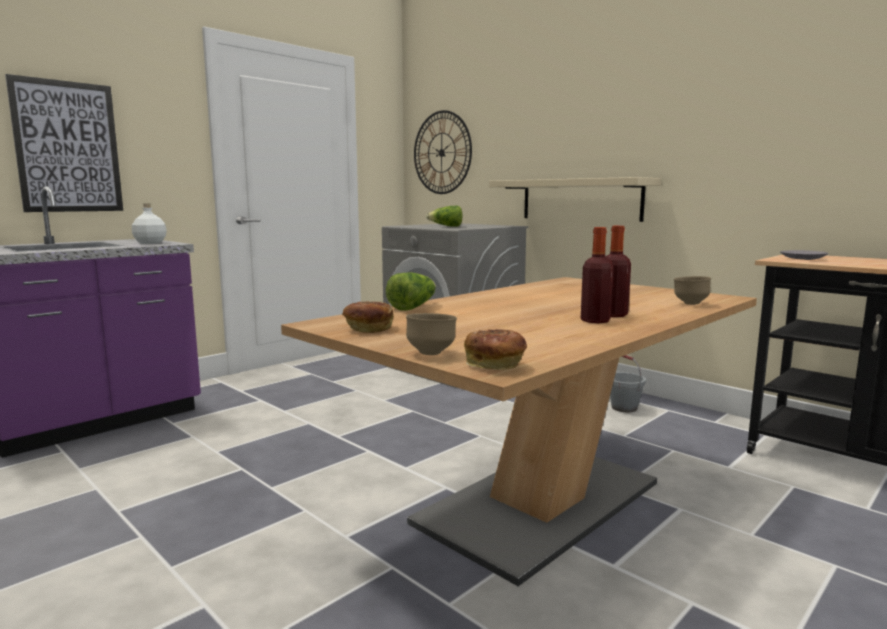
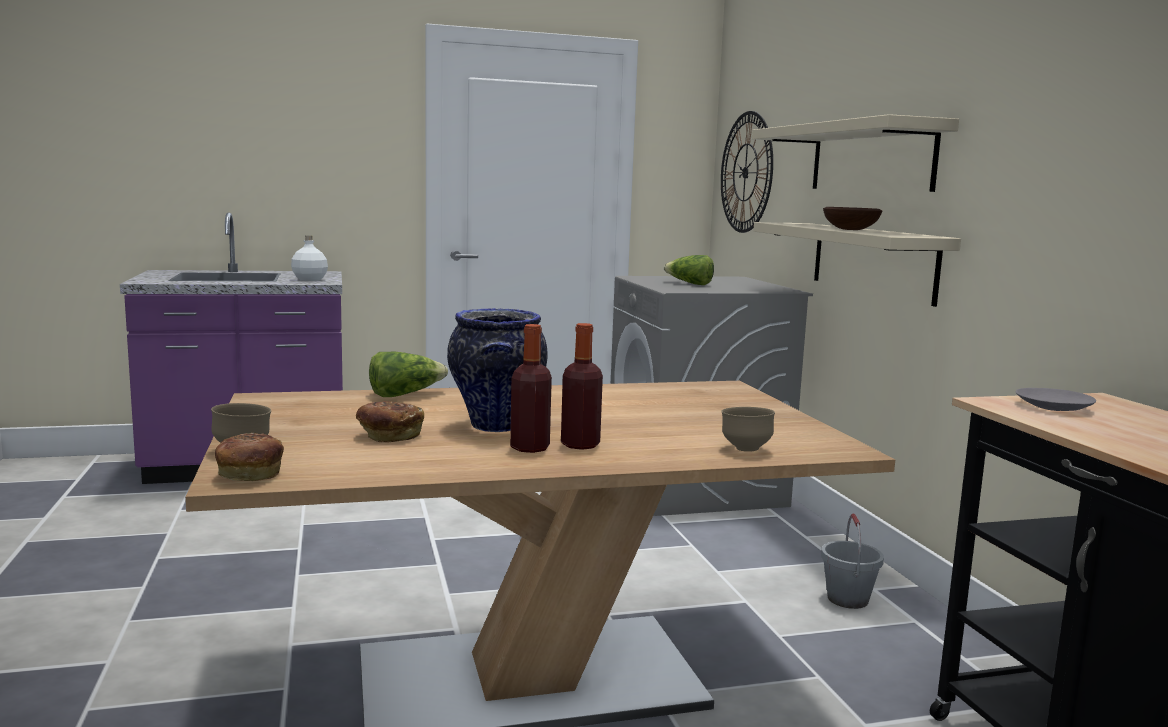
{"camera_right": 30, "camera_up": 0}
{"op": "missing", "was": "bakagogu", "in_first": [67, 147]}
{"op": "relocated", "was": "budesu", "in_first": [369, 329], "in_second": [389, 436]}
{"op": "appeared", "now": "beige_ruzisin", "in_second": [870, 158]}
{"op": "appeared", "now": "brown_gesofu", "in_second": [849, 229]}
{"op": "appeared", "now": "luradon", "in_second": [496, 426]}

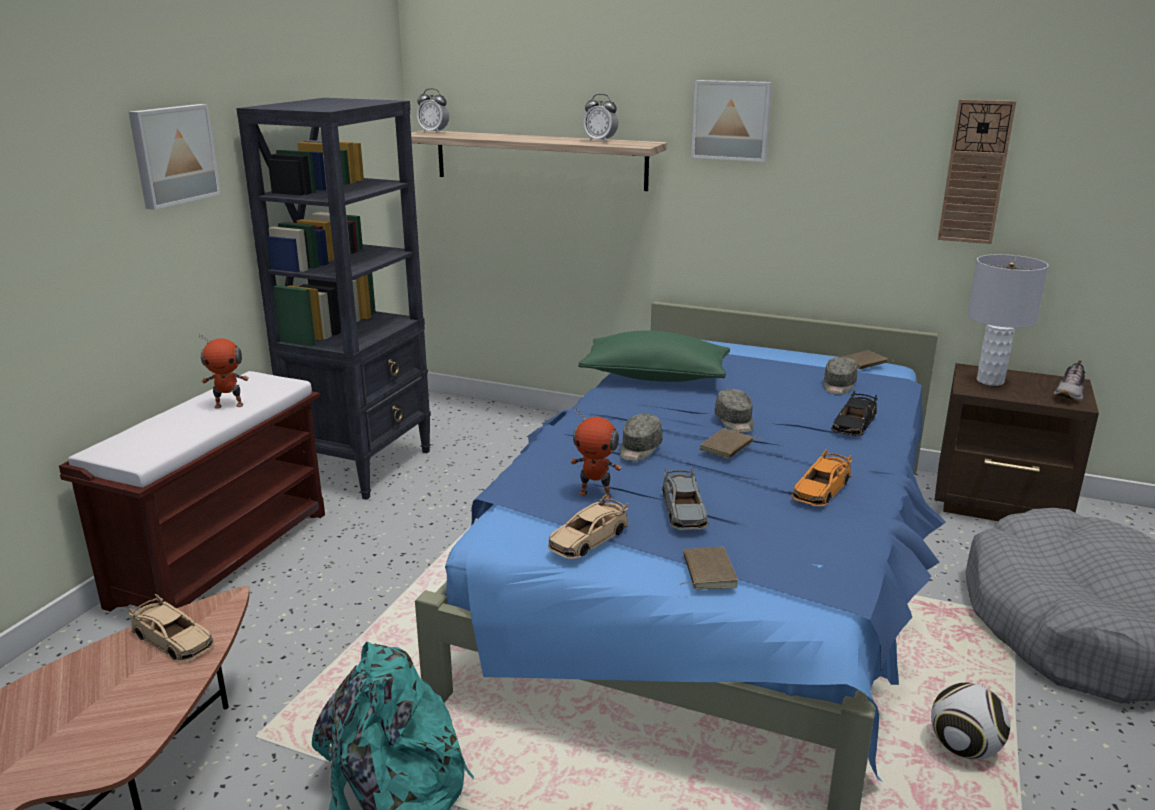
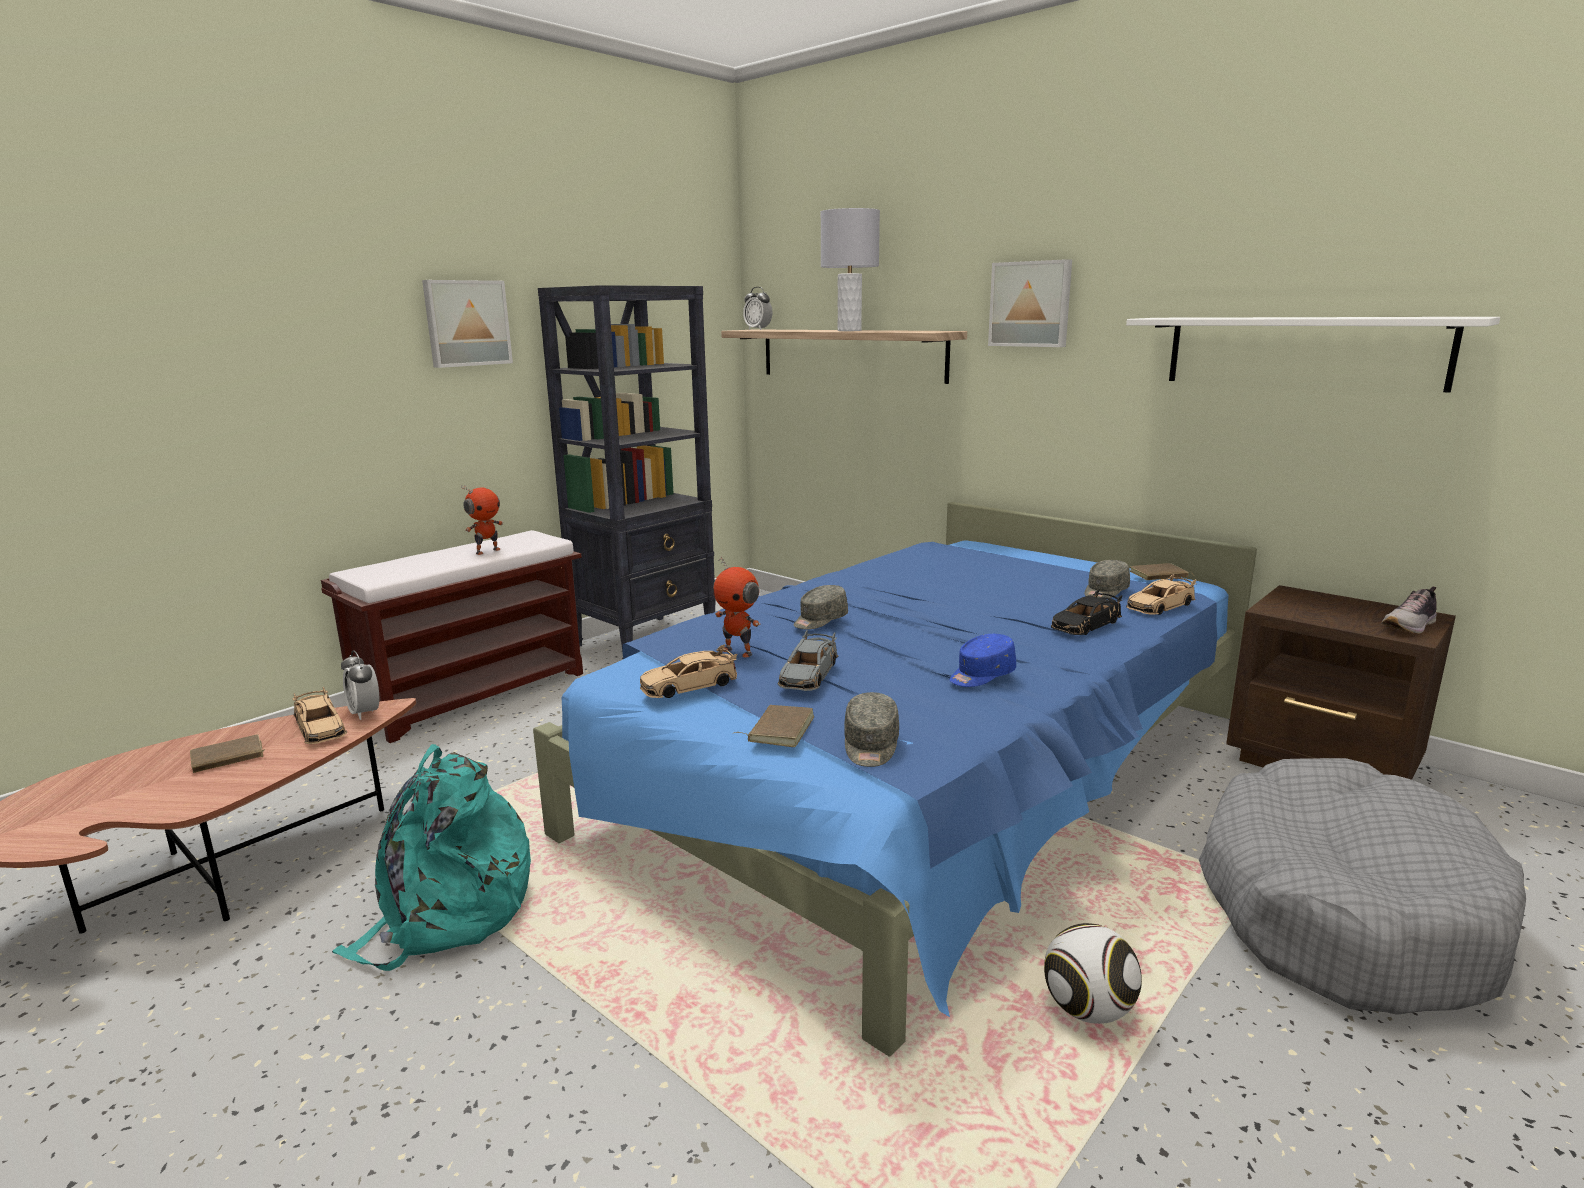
{"camera_right": 20, "camera_up": -5}
{"op": "relocated", "was": "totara", "in_first": [600, 141], "in_second": [365, 713]}
{"op": "exchanged", "was": "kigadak", "now": "white_ruzisin", "in_first": [975, 172], "in_second": [1302, 352]}
{"op": "relocated", "was": "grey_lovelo", "in_first": [990, 381], "in_second": [849, 330]}
{"op": "missing", "was": "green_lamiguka", "in_first": [655, 377]}
{"op": "spun", "was": "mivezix", "in_first": [229, 405], "in_second": [487, 551], "clockwise": -60}
{"op": "relocated", "was": "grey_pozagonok", "in_first": [735, 421], "in_second": [870, 746]}
{"op": "relocated", "was": "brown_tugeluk", "in_first": [727, 447], "in_second": [228, 758]}
{"op": "exchanged", "was": "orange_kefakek", "now": "blue_pozagonok", "in_first": [821, 489], "in_second": [981, 675]}
{"op": "appeared", "now": "beige_kefakek", "in_second": [1160, 606]}

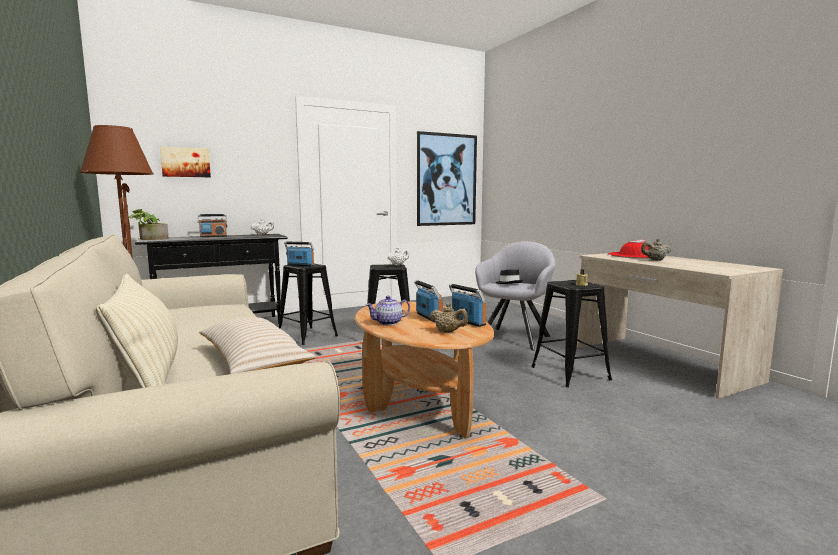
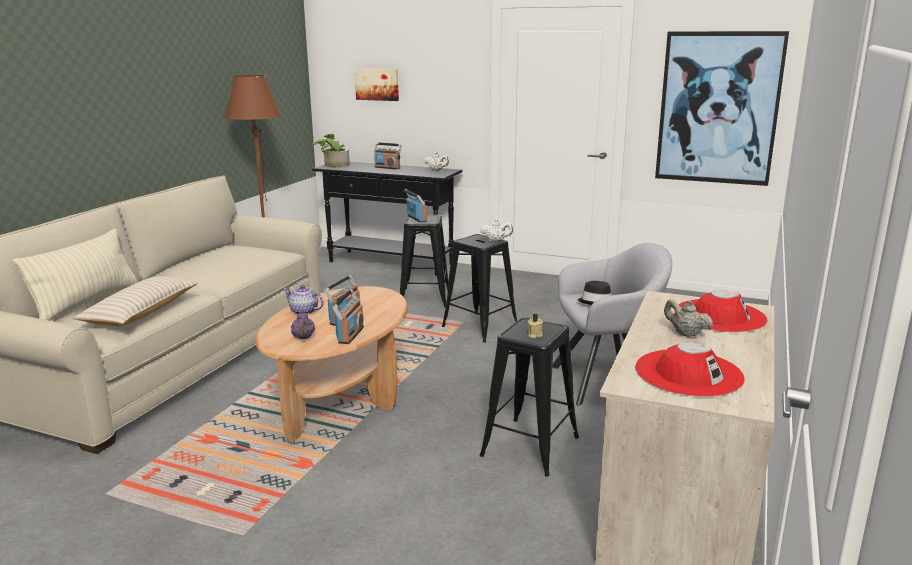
{"camera_right": 50, "camera_up": 10}
{"op": "colour", "was": "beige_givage", "now": "purple_givage", "in_first": [448, 332], "in_second": [303, 338]}
{"op": "appeared", "now": "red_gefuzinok", "in_second": [688, 373]}

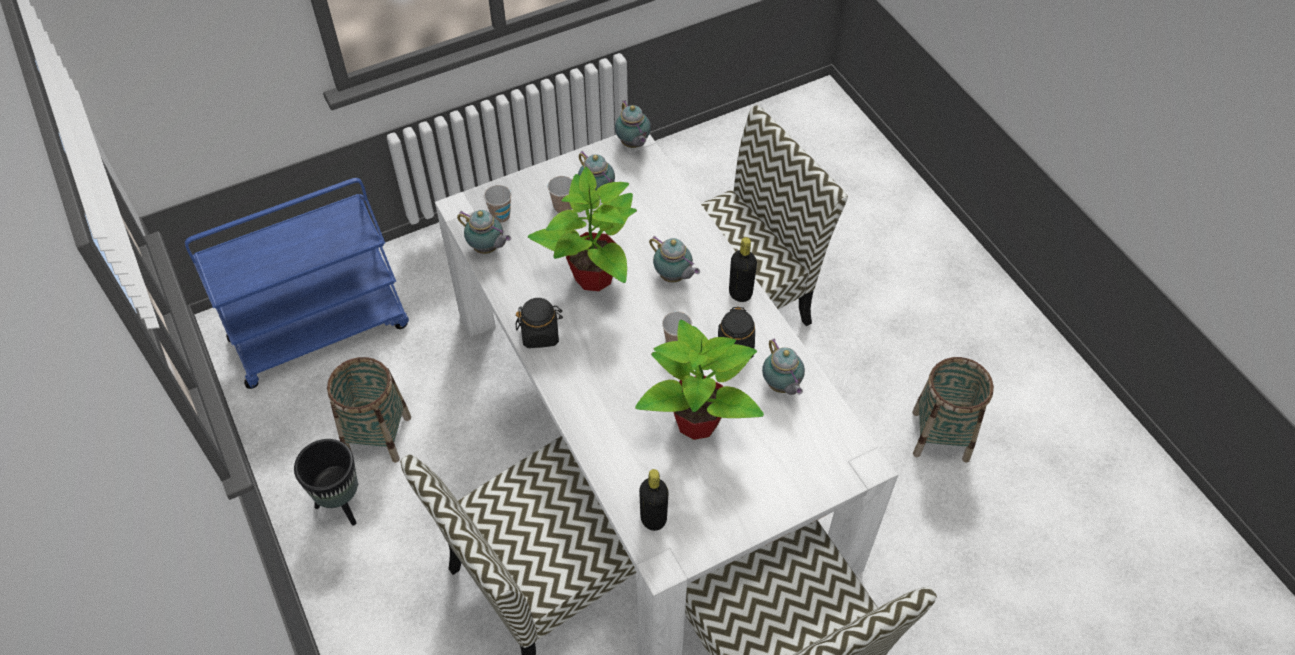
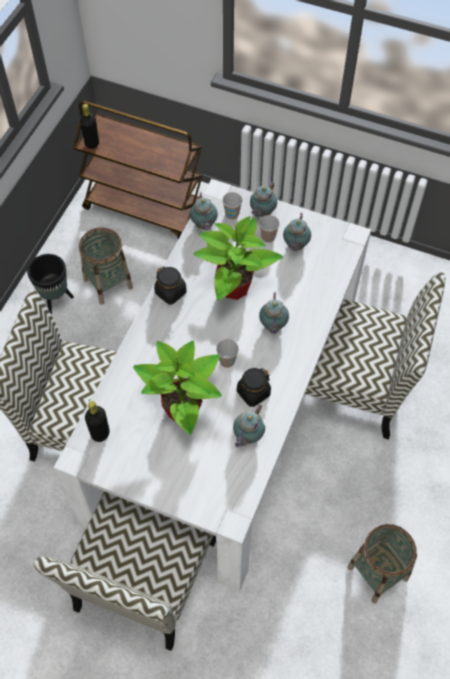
{"camera_right": 50, "camera_up": 5}
{"op": "relocated", "was": "givage", "in_first": [633, 144], "in_second": [261, 213]}
{"op": "colour", "was": "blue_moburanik", "now": "brown_moburanik", "in_first": [321, 331], "in_second": [145, 208]}
{"op": "relocated", "was": "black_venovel", "in_first": [740, 293], "in_second": [92, 143]}

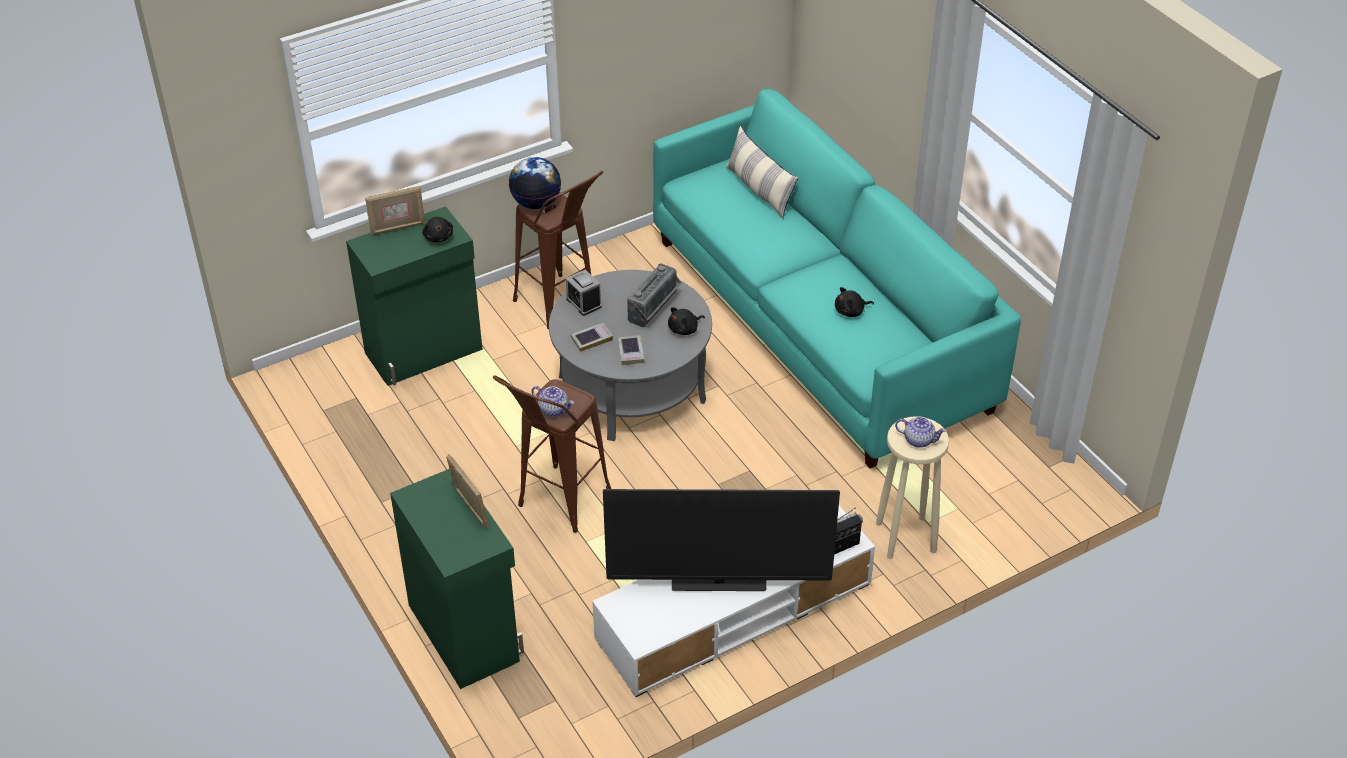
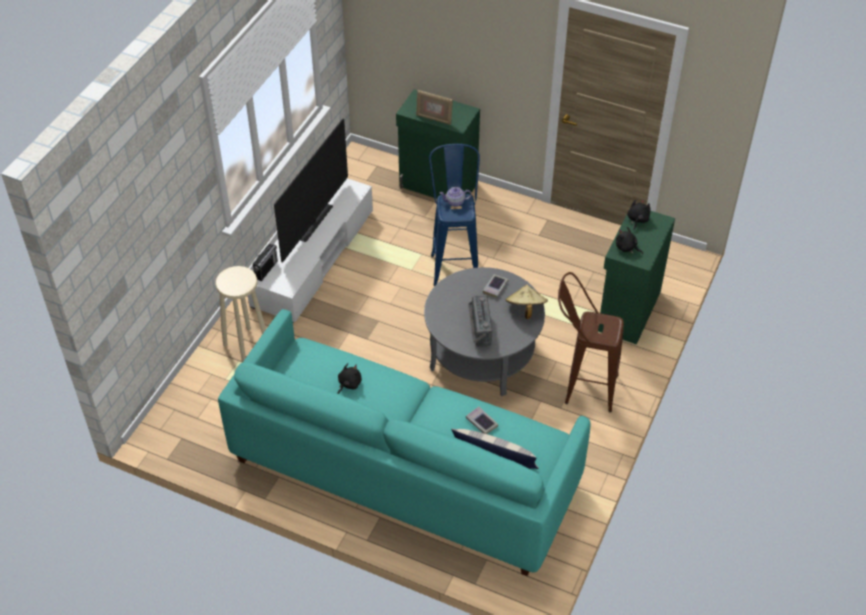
{"camera_right": 145, "camera_up": 5}
{"op": "missing", "was": "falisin", "in_first": [536, 203]}
{"op": "missing", "was": "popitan", "in_first": [397, 228]}
{"op": "exchanged", "was": "totara", "now": "beige_gefuzinok", "in_first": [583, 303], "in_second": [525, 309]}
{"op": "relocated", "was": "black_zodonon", "in_first": [685, 329], "in_second": [637, 219]}
{"op": "relocated", "was": "tugeluk", "in_first": [631, 352], "in_second": [481, 422]}
{"op": "colour", "was": "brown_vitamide", "now": "blue_vitamide", "in_first": [557, 508], "in_second": [454, 262]}
{"op": "missing", "was": "givage", "in_first": [919, 440]}
{"op": "spun", "was": "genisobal", "in_first": [718, 584], "in_second": [314, 222], "clockwise": 150}

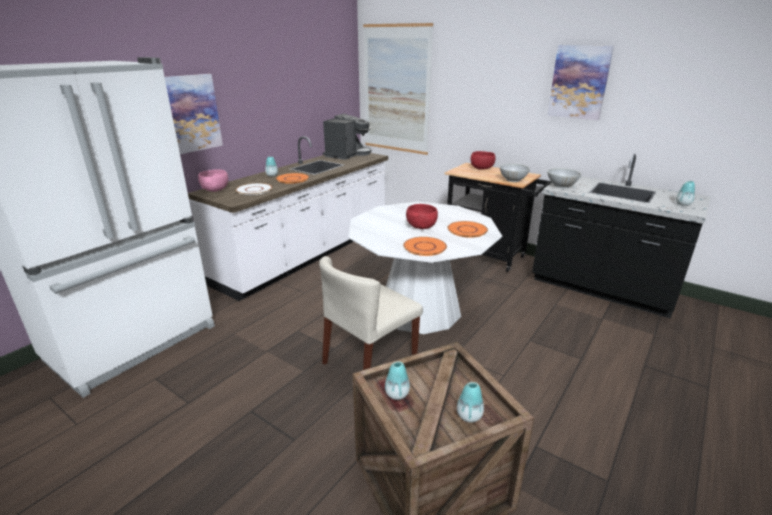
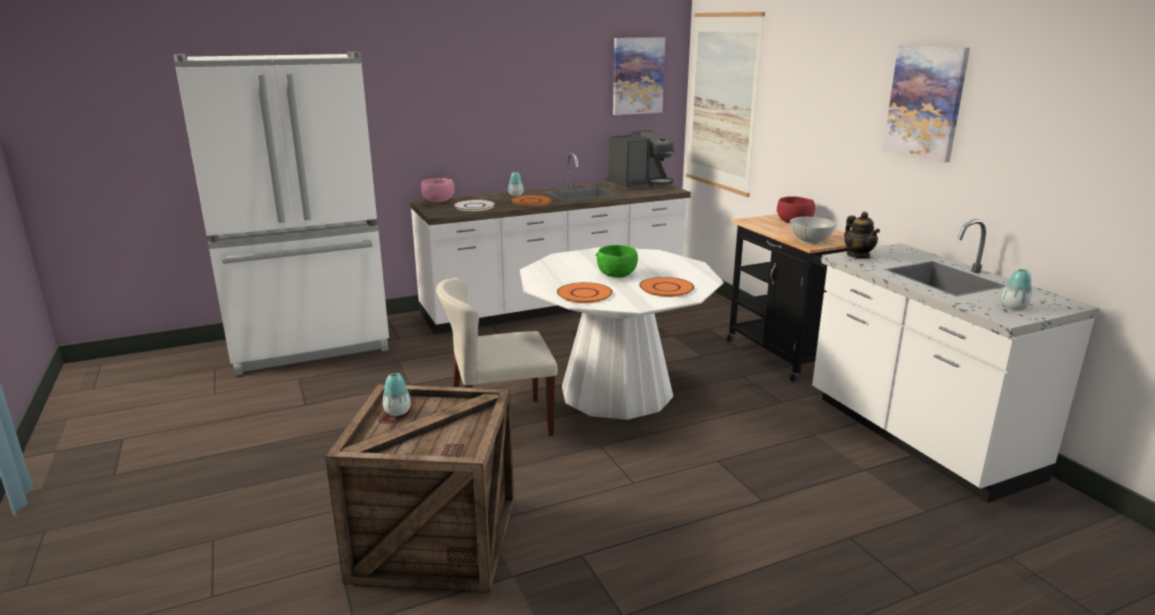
{"camera_right": 30, "camera_up": -5}
{"op": "relocated", "was": "bakagogu", "in_first": [191, 113], "in_second": [637, 76]}
{"op": "colour", "was": "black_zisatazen", "now": "white_zisatazen", "in_first": [601, 290], "in_second": [916, 438]}
{"op": "exchanged", "was": "white_gesofu", "now": "givage", "in_first": [561, 186], "in_second": [858, 256]}
{"op": "colour", "was": "red_gesofu", "now": "green_gesofu", "in_first": [421, 226], "in_second": [616, 274]}
{"op": "missing", "was": "luradon", "in_first": [469, 416]}

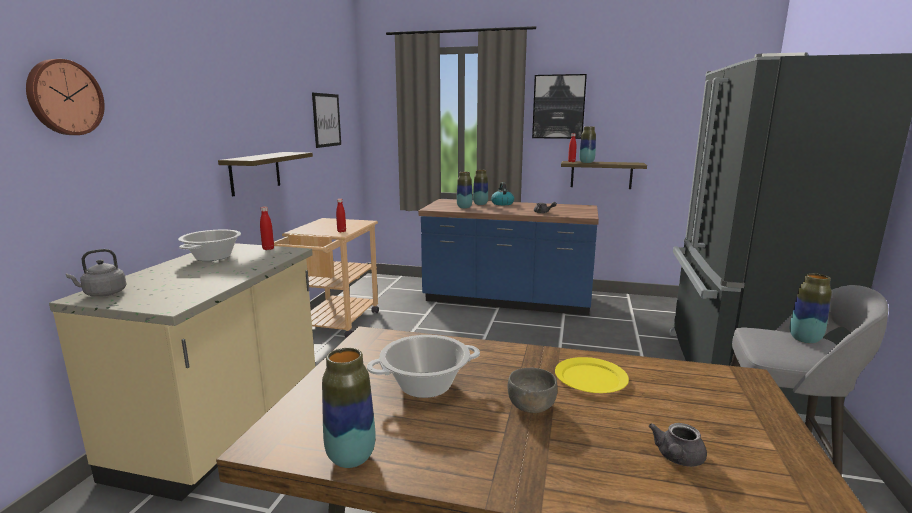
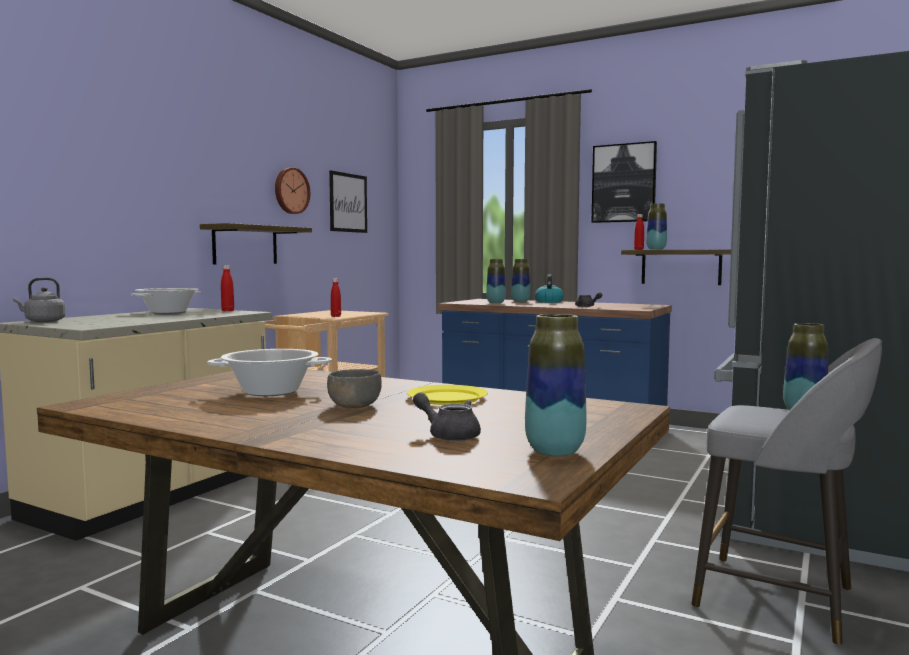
{"camera_right": 15, "camera_up": -10}
{"op": "relocated", "was": "kigadak", "in_first": [64, 97], "in_second": [290, 191]}
{"op": "relocated", "was": "luradon", "in_first": [351, 458], "in_second": [555, 452]}
{"op": "spun", "was": "grey_givage", "in_first": [677, 458], "in_second": [449, 435], "clockwise": 75}

